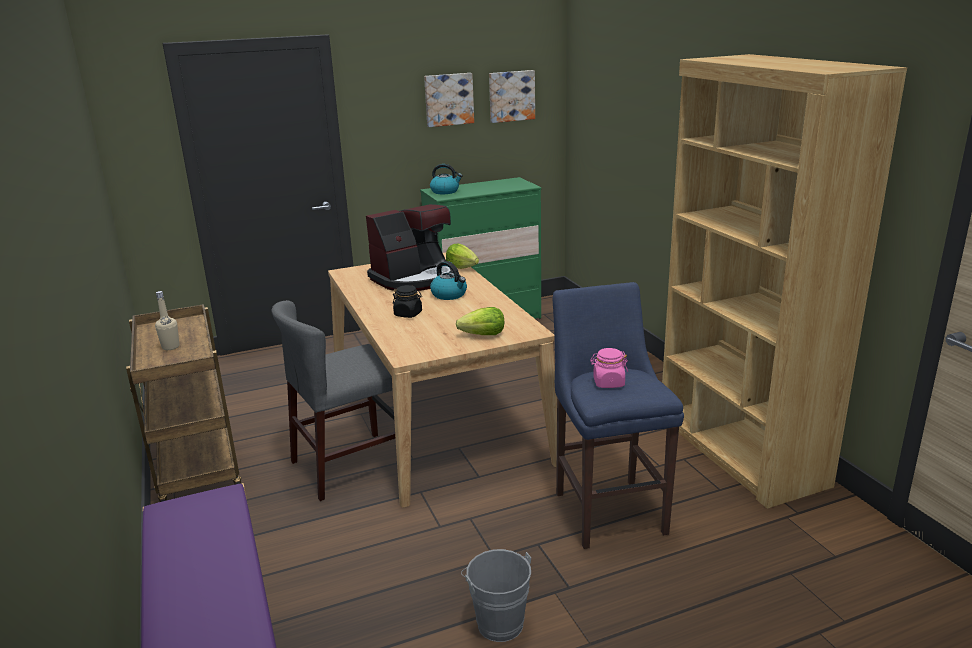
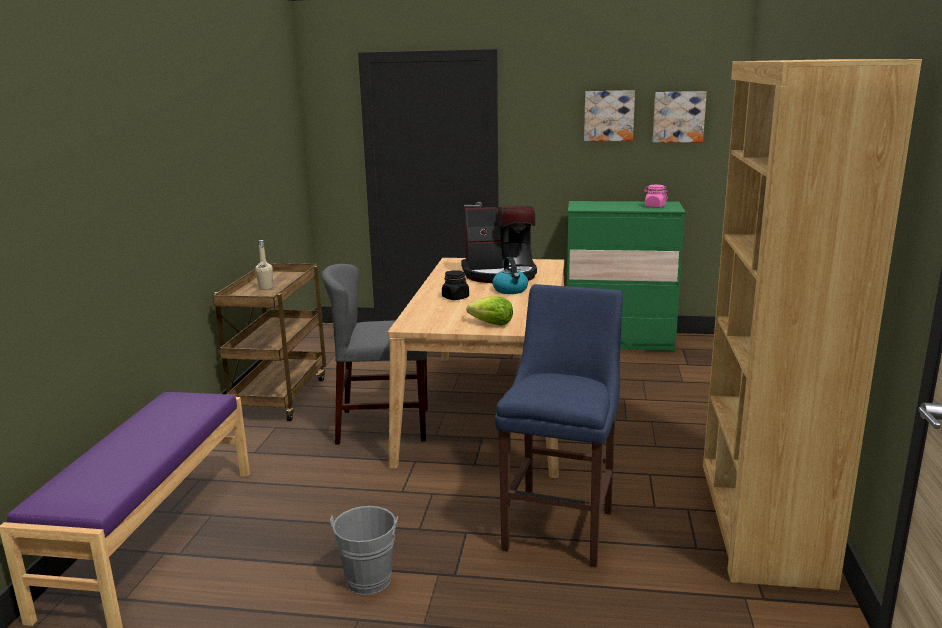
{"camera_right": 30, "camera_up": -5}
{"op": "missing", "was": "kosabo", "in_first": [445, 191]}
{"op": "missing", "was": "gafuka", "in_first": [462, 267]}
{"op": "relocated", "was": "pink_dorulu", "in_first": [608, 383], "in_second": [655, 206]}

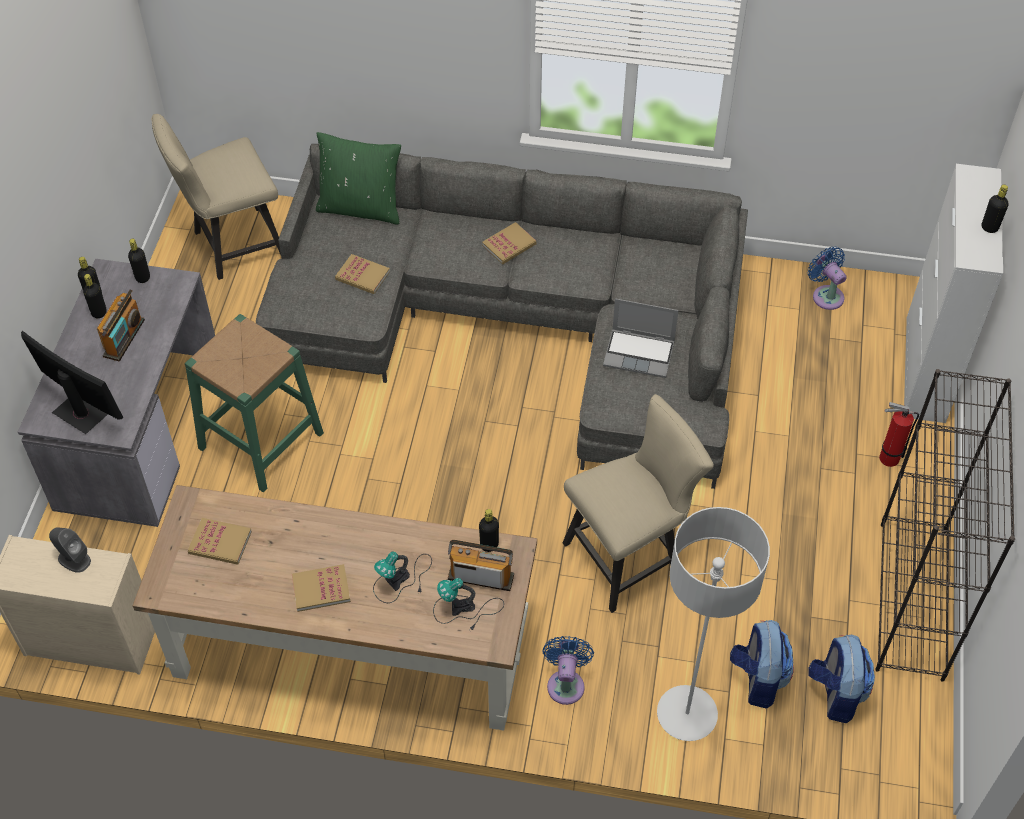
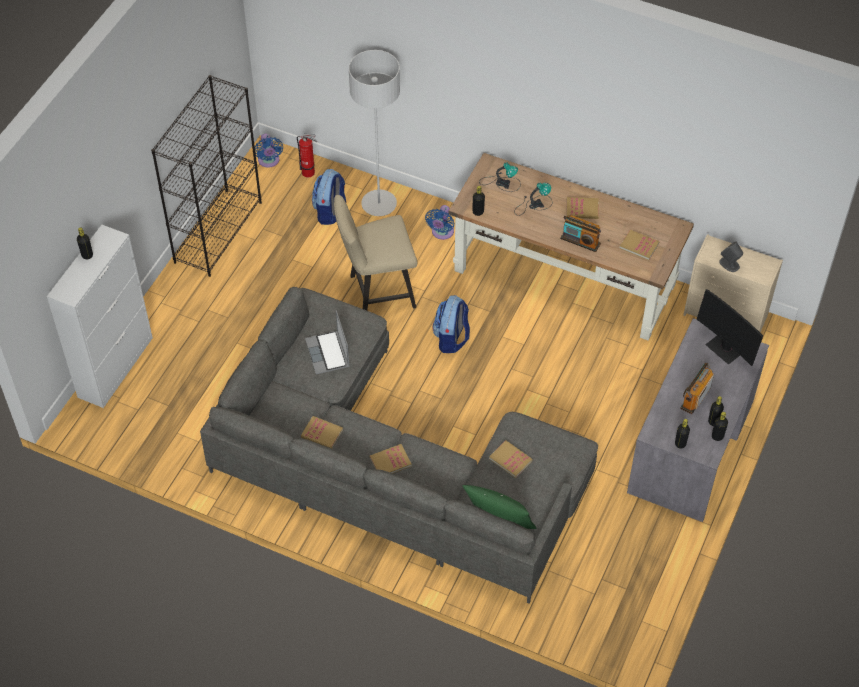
{"camera_right": -165, "camera_up": 0}
{"op": "missing", "was": "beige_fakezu", "in_first": [233, 246]}
{"op": "relocated", "was": "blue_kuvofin", "in_first": [826, 295], "in_second": [269, 161]}
{"op": "spun", "was": "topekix", "in_first": [640, 353], "in_second": [328, 354], "clockwise": -135}
{"op": "missing", "was": "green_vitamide", "in_first": [261, 440]}
{"op": "relocated", "was": "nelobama", "in_first": [886, 458], "in_second": [309, 173]}
{"op": "relocated", "was": "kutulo", "in_first": [481, 577], "in_second": [580, 241]}
{"op": "relocated", "was": "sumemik", "in_first": [836, 693], "in_second": [451, 339]}
{"op": "appeared", "now": "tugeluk", "in_second": [322, 433]}

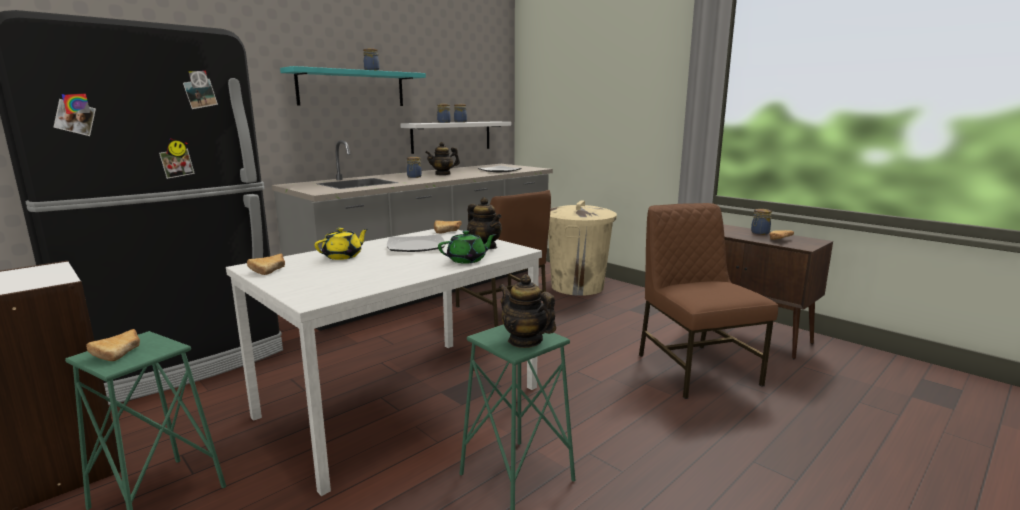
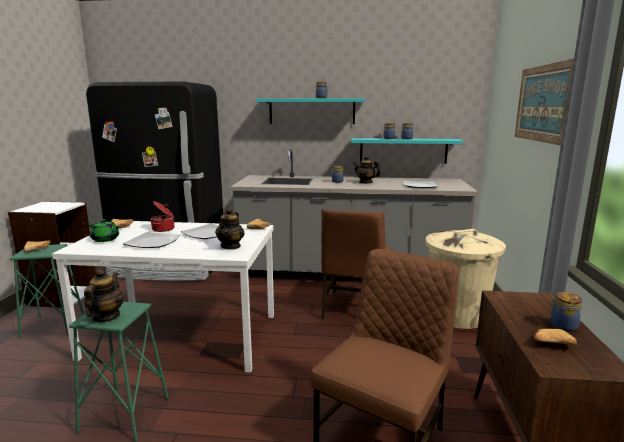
{"camera_right": 50, "camera_up": 0}
{"op": "colour", "was": "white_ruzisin", "now": "turquoise_ruzisin", "in_first": [451, 136], "in_second": [403, 150]}
{"op": "exchanged", "was": "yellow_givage", "now": "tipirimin", "in_first": [343, 256], "in_second": [164, 229]}
{"op": "relocated", "was": "green_givage", "in_first": [467, 260], "in_second": [105, 239]}
{"op": "appeared", "now": "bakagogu", "in_second": [543, 103]}
{"op": "appeared", "now": "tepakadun", "in_second": [153, 242]}

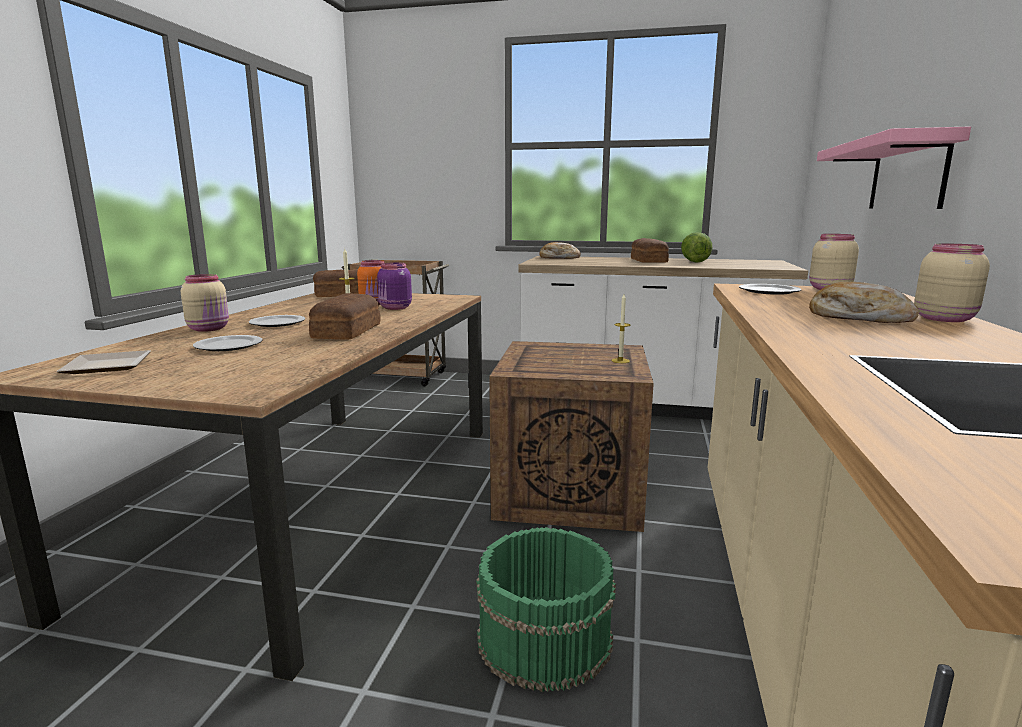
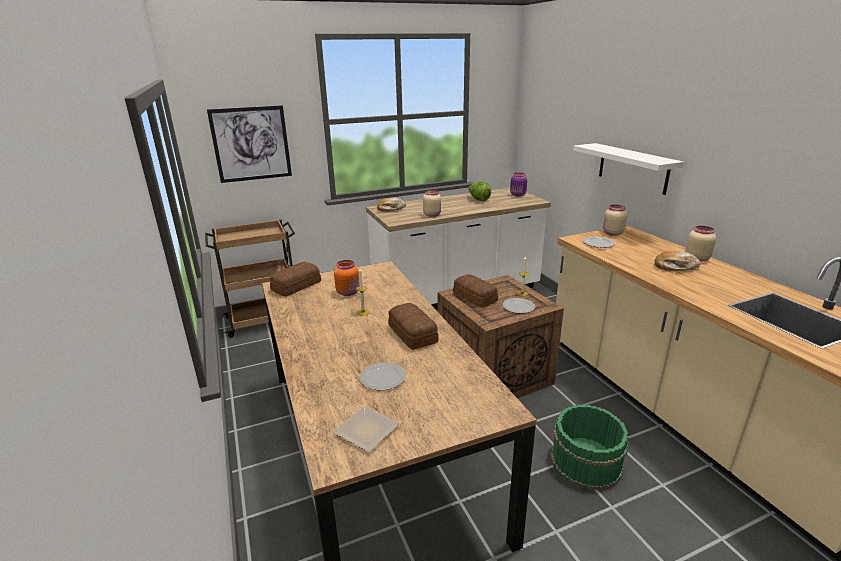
{"camera_right": -35, "camera_up": 10}
{"op": "colour", "was": "pink_ruzisin", "now": "white_ruzisin", "in_first": [907, 175], "in_second": [632, 168]}
{"op": "relocated", "was": "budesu", "in_first": [648, 260], "in_second": [474, 298]}
{"op": "relocated", "was": "purple_dorulu", "in_first": [395, 308], "in_second": [518, 195]}
{"op": "relocated", "was": "beige_dorulu", "in_first": [210, 329], "in_second": [432, 215]}
{"op": "relocated", "was": "tepakadun", "in_first": [278, 323], "in_second": [519, 307]}
{"op": "appeared", "now": "bakagogu", "in_second": [251, 144]}

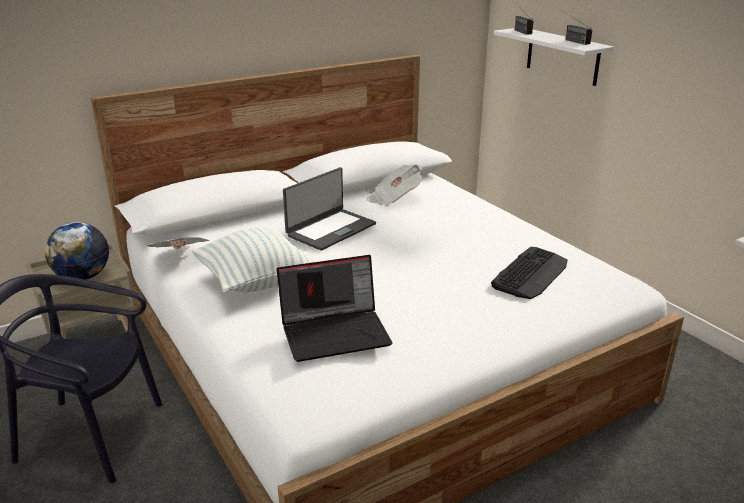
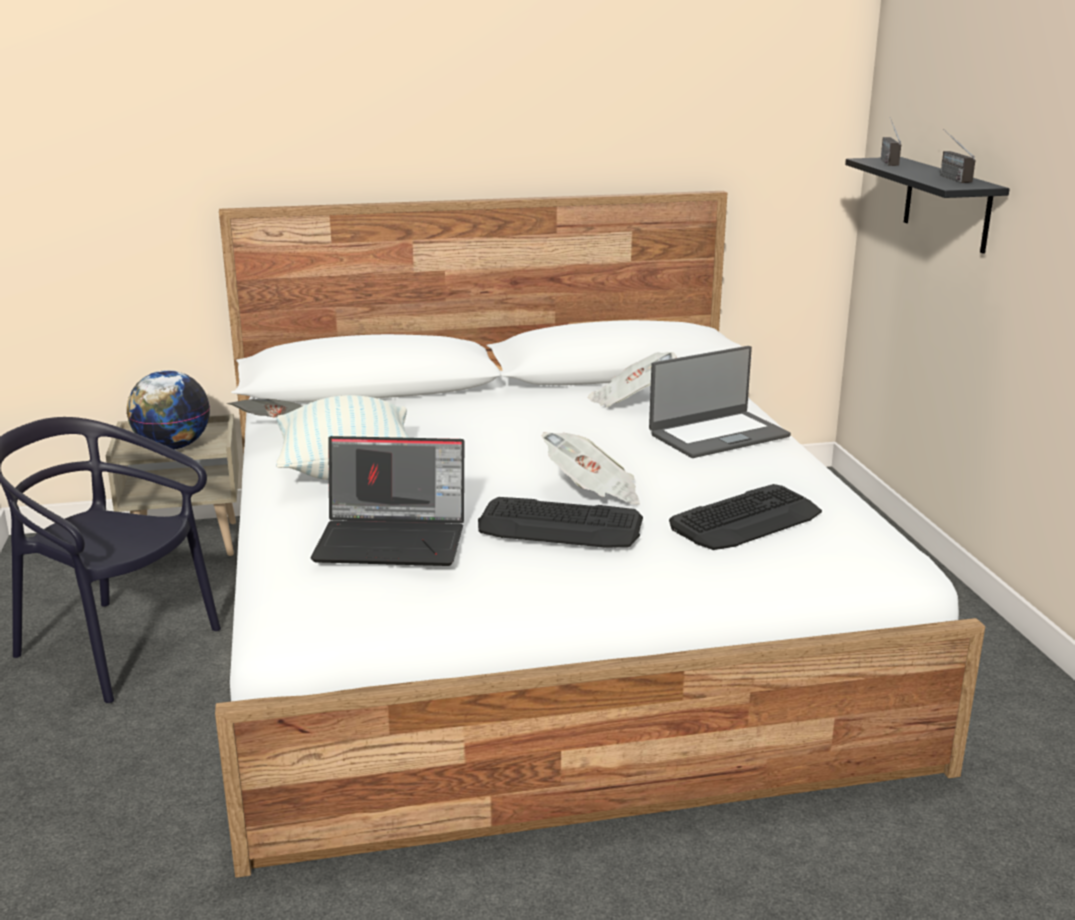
{"camera_right": 20, "camera_up": -5}
{"op": "colour", "was": "white_ruzisin", "now": "black_ruzisin", "in_first": [562, 56], "in_second": [947, 204]}
{"op": "relocated", "was": "topekix", "in_first": [330, 229], "in_second": [718, 435]}
{"op": "appeared", "now": "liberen", "in_second": [593, 493]}
{"op": "appeared", "now": "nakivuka", "in_second": [560, 526]}

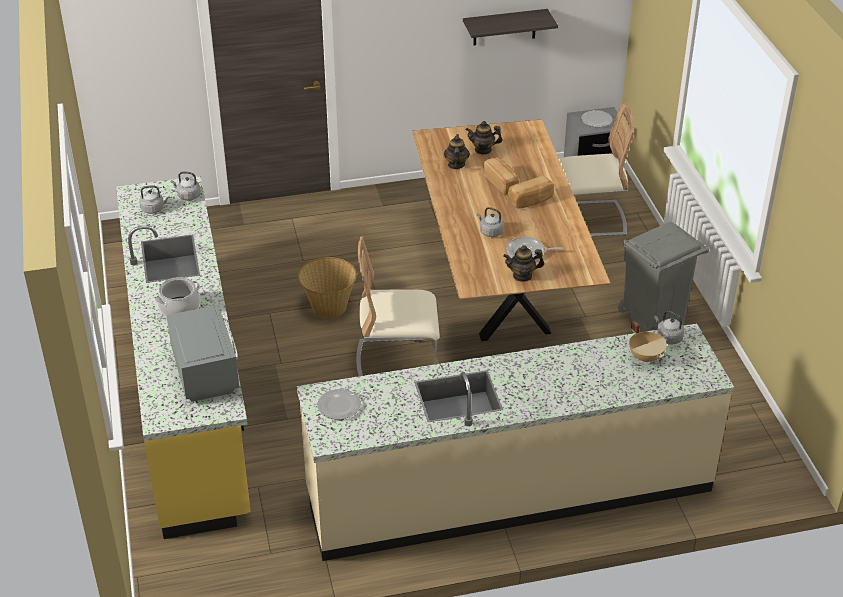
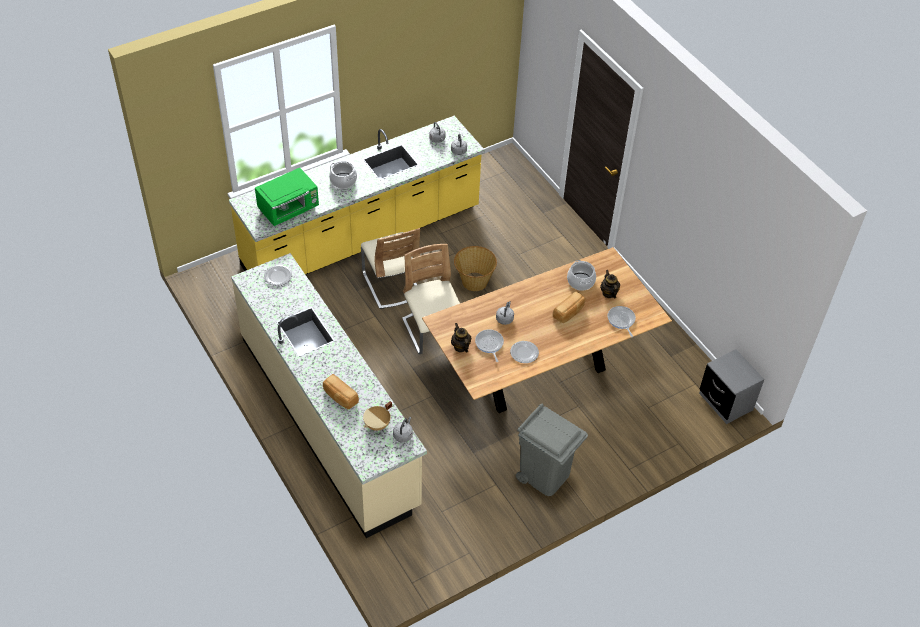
{"camera_right": 70, "camera_up": 10}
{"op": "missing", "was": "ruzisin", "in_first": [504, 27]}
{"op": "relocated", "was": "beige_fakezu", "in_first": [589, 220], "in_second": [392, 285]}
{"op": "relocated", "was": "tepakadun", "in_first": [596, 120], "in_second": [524, 353]}
{"op": "exchanged", "was": "givage", "now": "tipirimin", "in_first": [456, 165], "in_second": [580, 281]}
{"op": "relocated", "was": "budesu", "in_first": [531, 201], "in_second": [340, 397]}
{"op": "colour", "was": "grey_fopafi", "now": "green_fopafi", "in_first": [206, 372], "in_second": [289, 209]}
{"op": "appeared", "now": "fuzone", "in_second": [621, 320]}

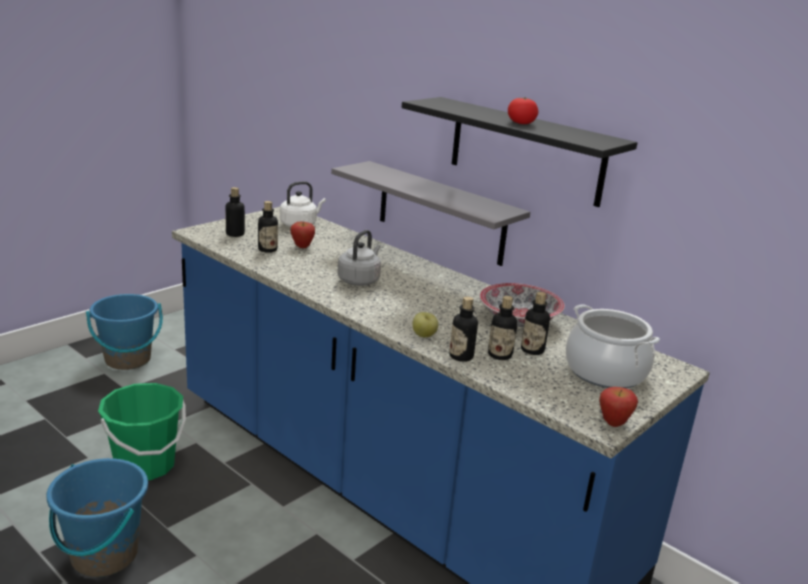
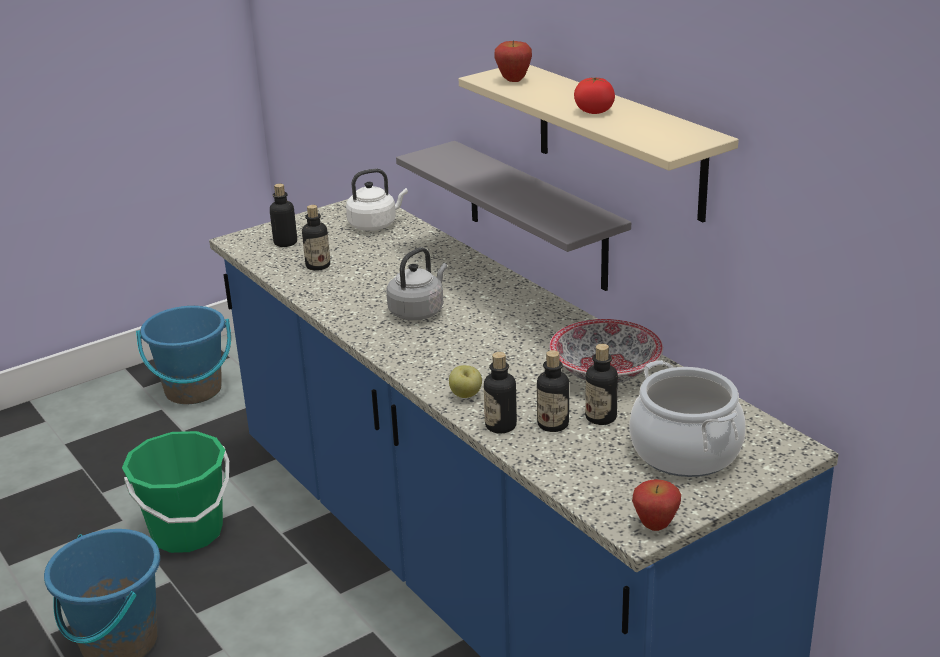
{"camera_right": 15, "camera_up": 5}
{"op": "colour", "was": "black_ruzisin", "now": "beige_ruzisin", "in_first": [526, 151], "in_second": [619, 141]}
{"op": "relocated", "was": "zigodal", "in_first": [302, 247], "in_second": [513, 80]}

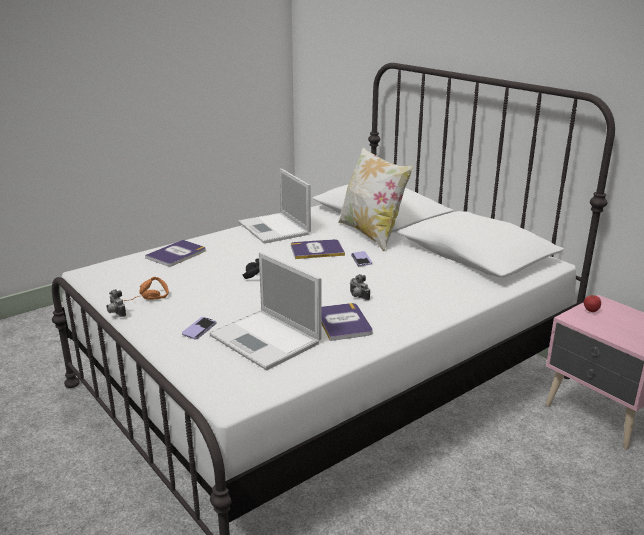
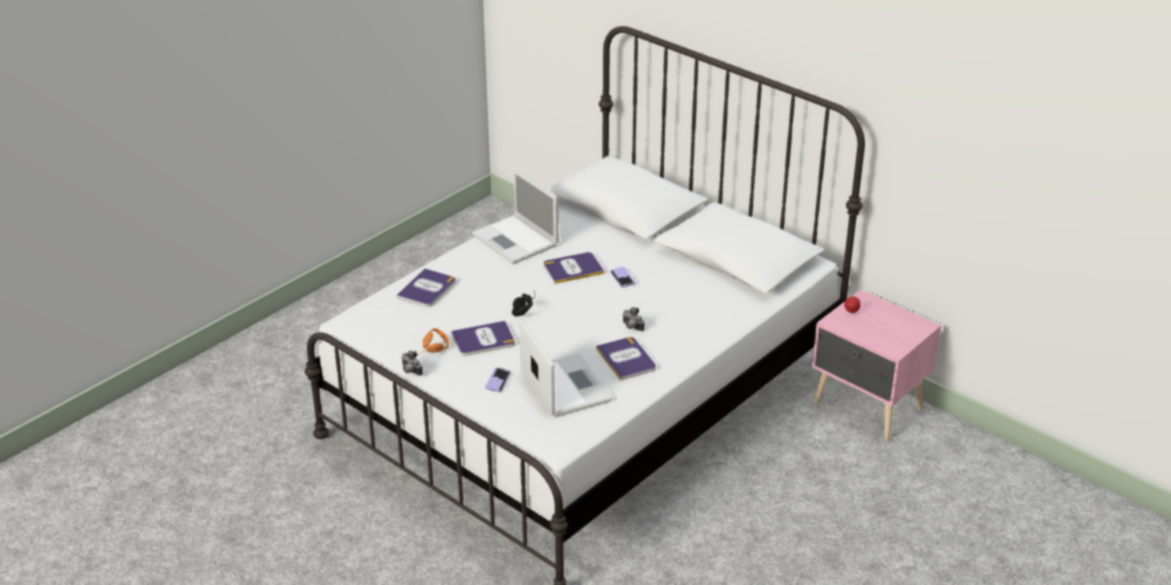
{"camera_right": -10, "camera_up": 10}
{"op": "missing", "was": "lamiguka", "in_first": [371, 234]}
{"op": "spun", "was": "topekix", "in_first": [267, 340], "in_second": [564, 386], "clockwise": -150}
{"op": "appeared", "now": "tugeluk", "in_second": [483, 339]}

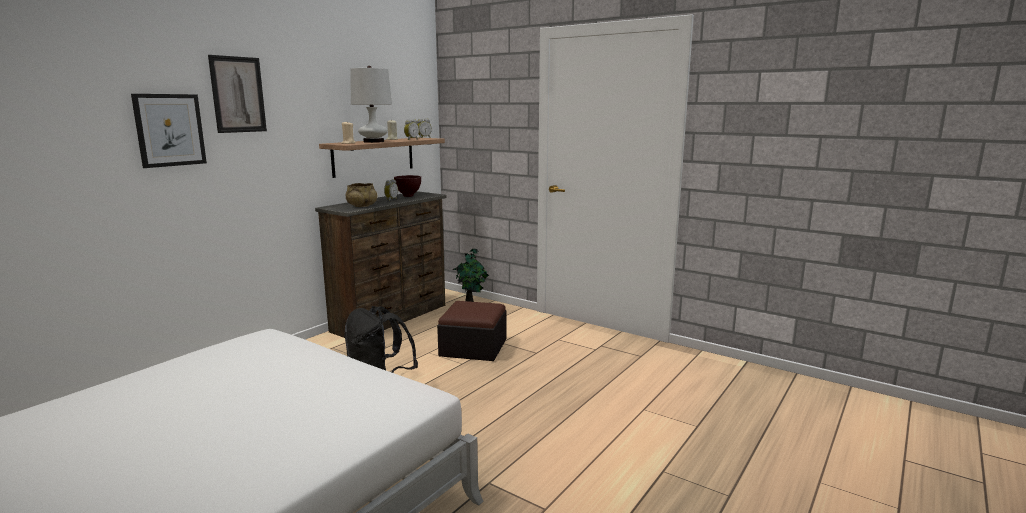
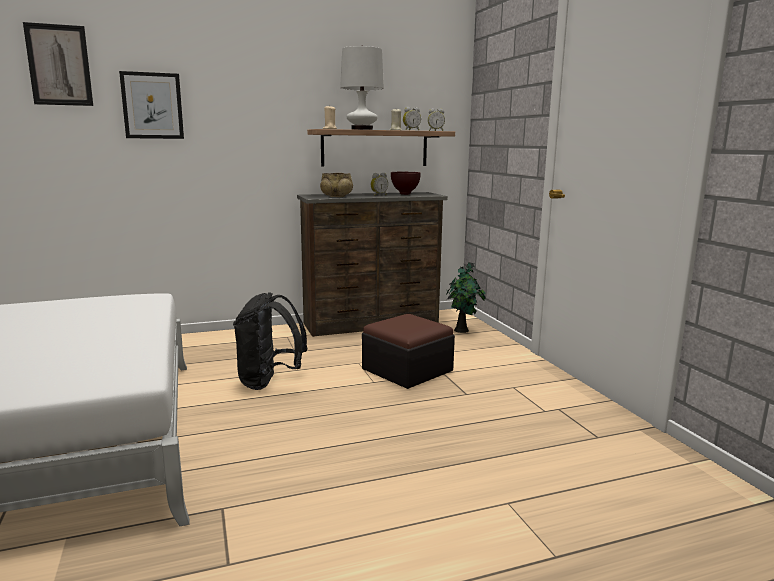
{"camera_right": 35, "camera_up": 0}
{"op": "relocated", "was": "bakagogu", "in_first": [238, 94], "in_second": [59, 65]}

